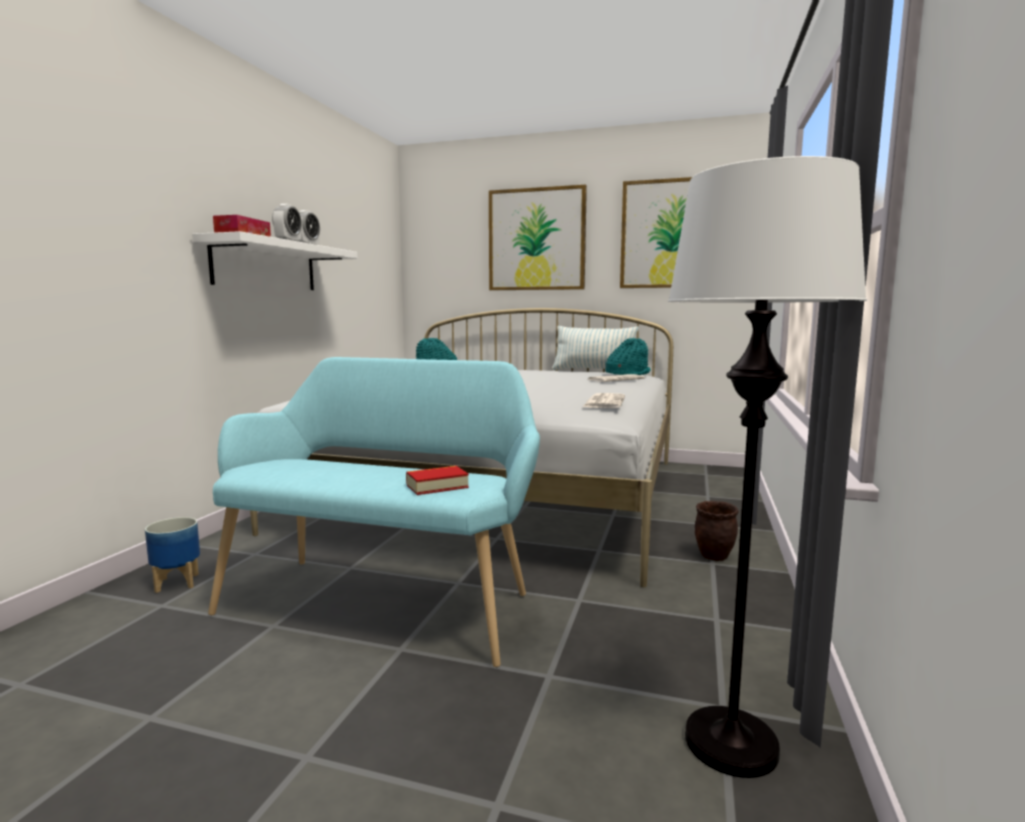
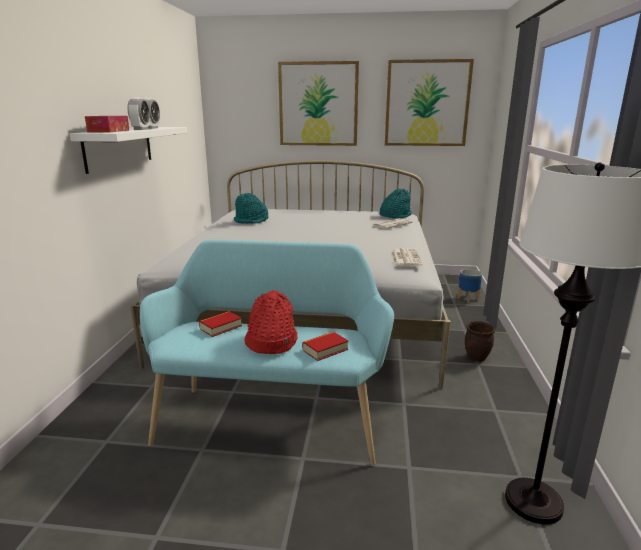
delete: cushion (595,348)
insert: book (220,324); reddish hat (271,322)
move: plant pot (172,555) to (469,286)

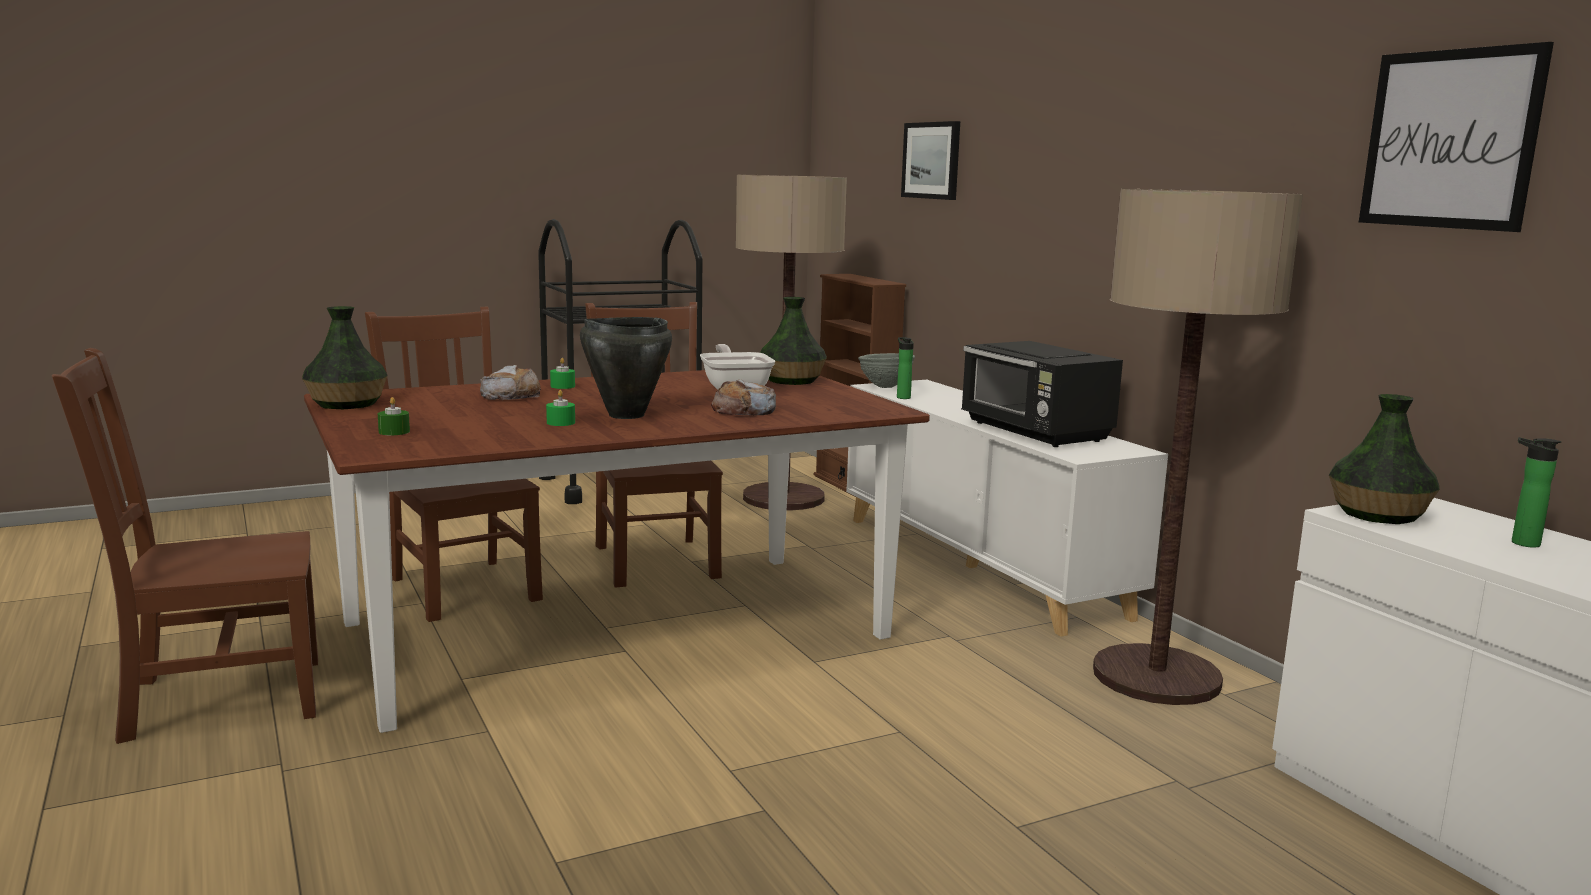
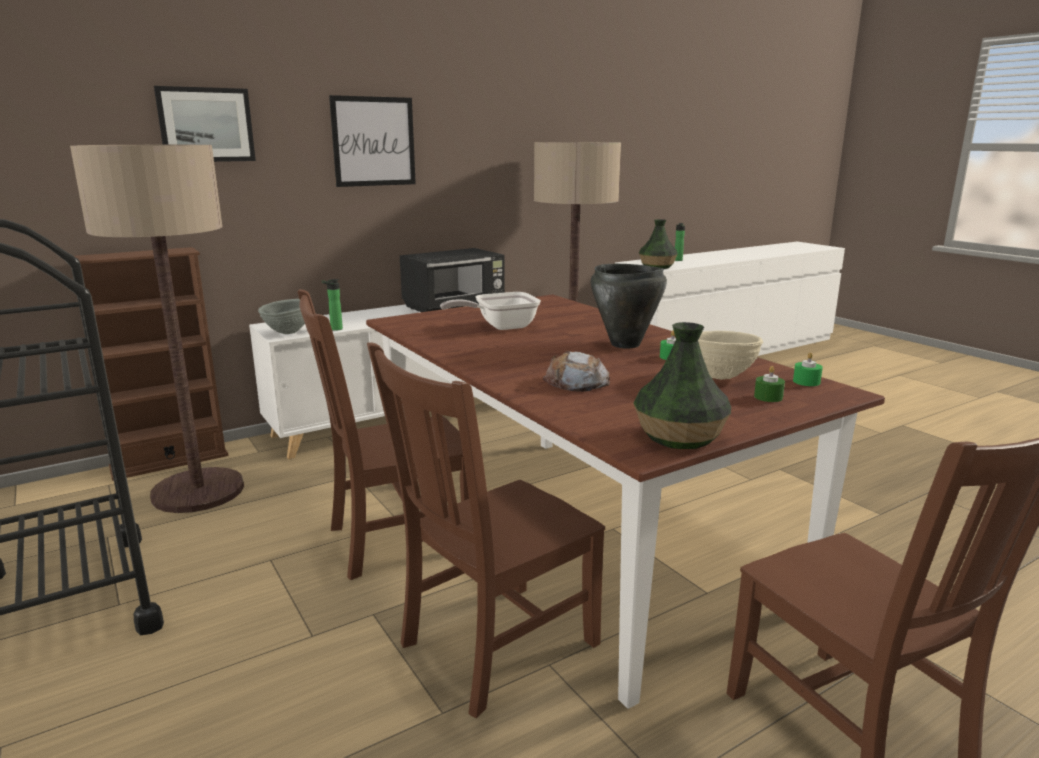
delete: bread (743,398); decorative vase (793,341)
insert: beige deep dish (730,355)
move: wall art (1456,137) to (372,141); greenish candle (562,373) to (808,369)

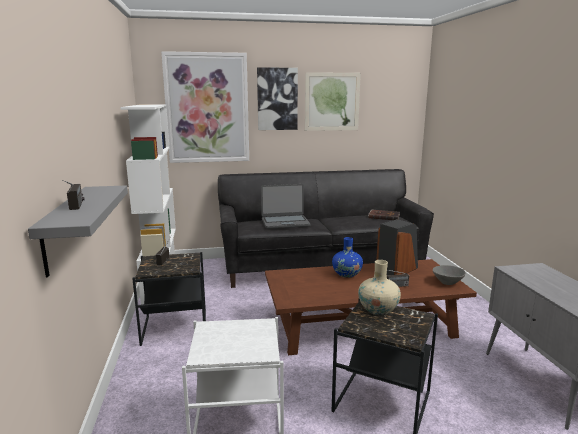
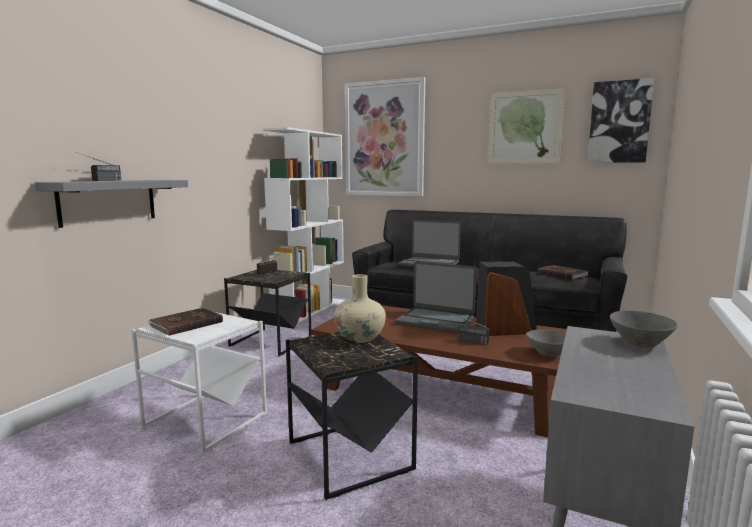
insert: brown book (185,322); grey deep dish (644,329)
move: wall art (277,98) to (620,120)
replace: blue-coloured decorative vase (347,257) to portable computer (436,297)

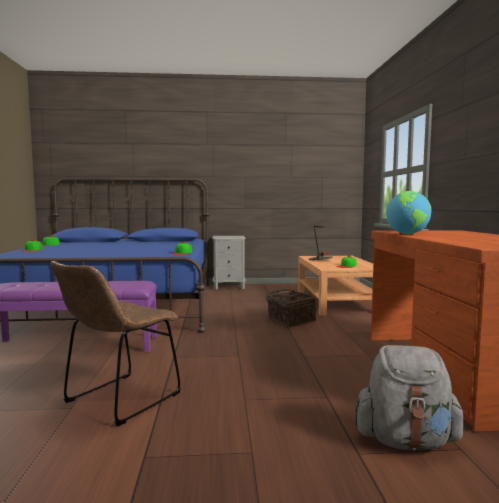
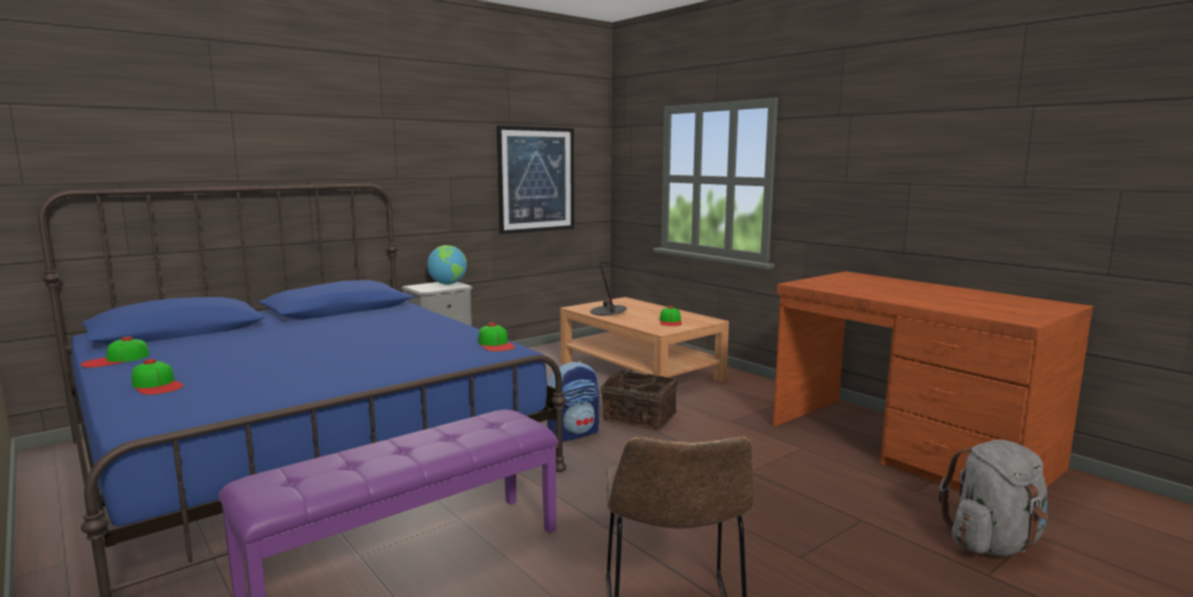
insert: wall art (535,180); rucksack (573,402)
move: globe (409,212) to (447,265)

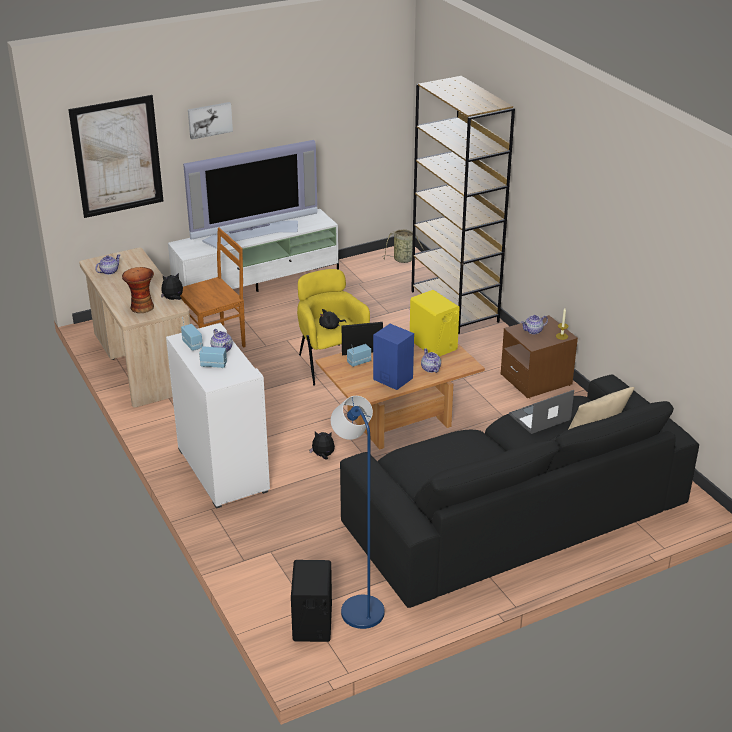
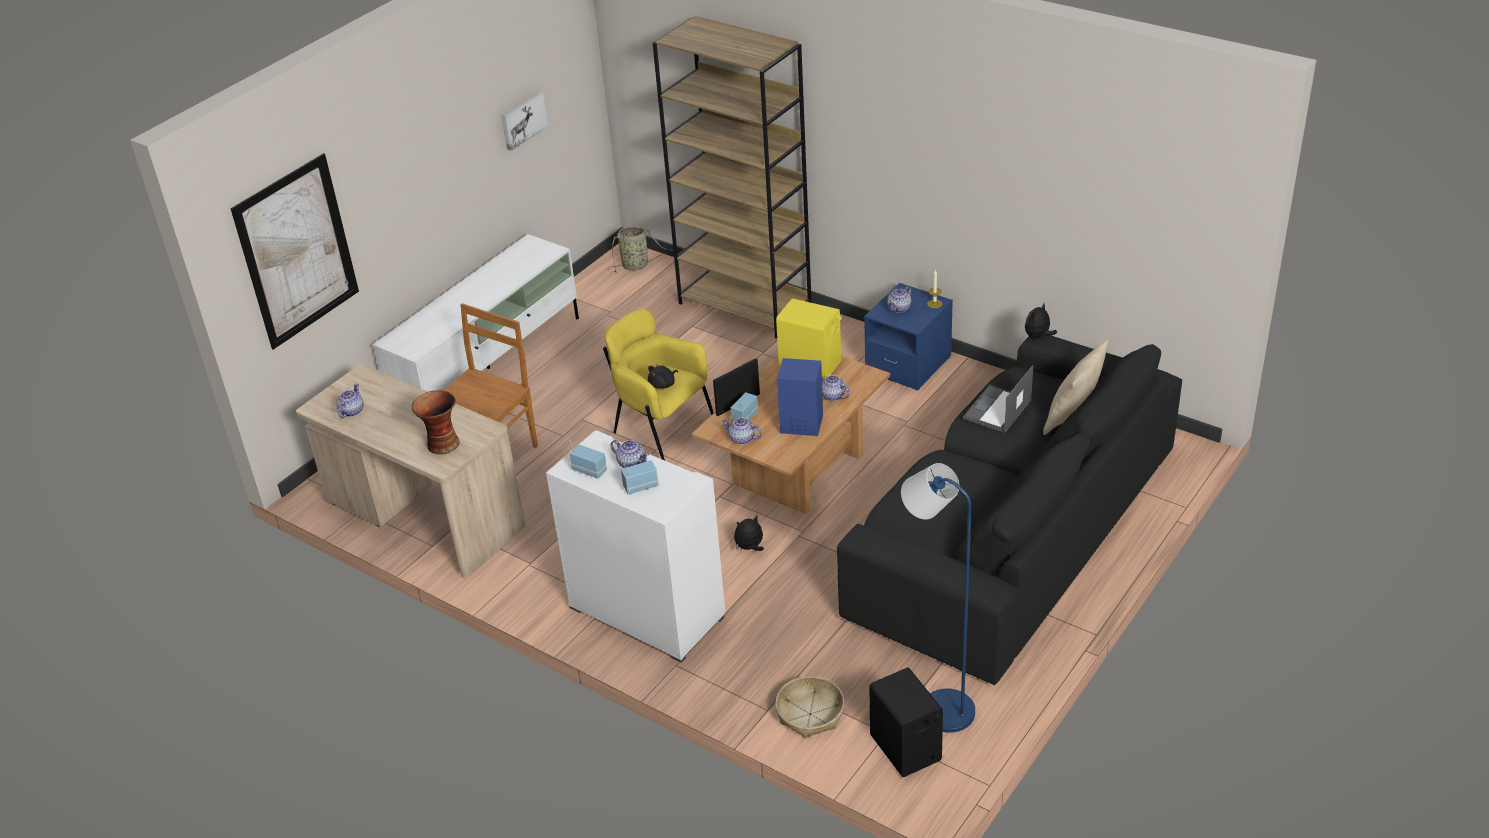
delete: TV (250,194)
insert: tea pot (741,431); storage basket (809,707)
move: wall art (210,121) to (524,121); plush toy (172,286) to (1041,320)
recolor: brown nightstand (539,357) to blue-coloured nightstand (908,336)

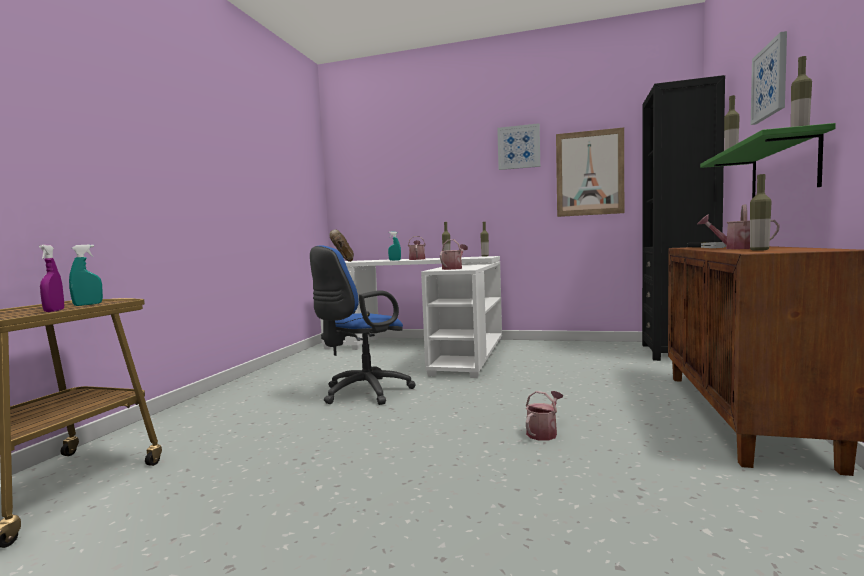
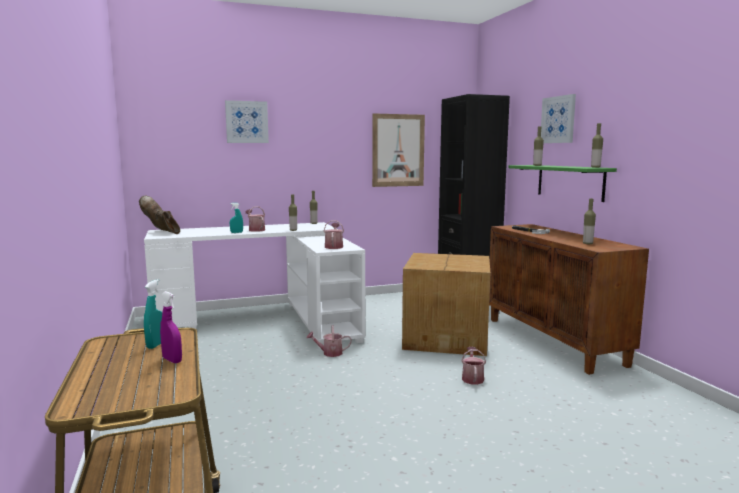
delete: blue-coloured computer chair (363,325)
insert: carton (446,304)
move: wall art (518,146) to (247,121); sprinkling can (738,226) to (329,341)

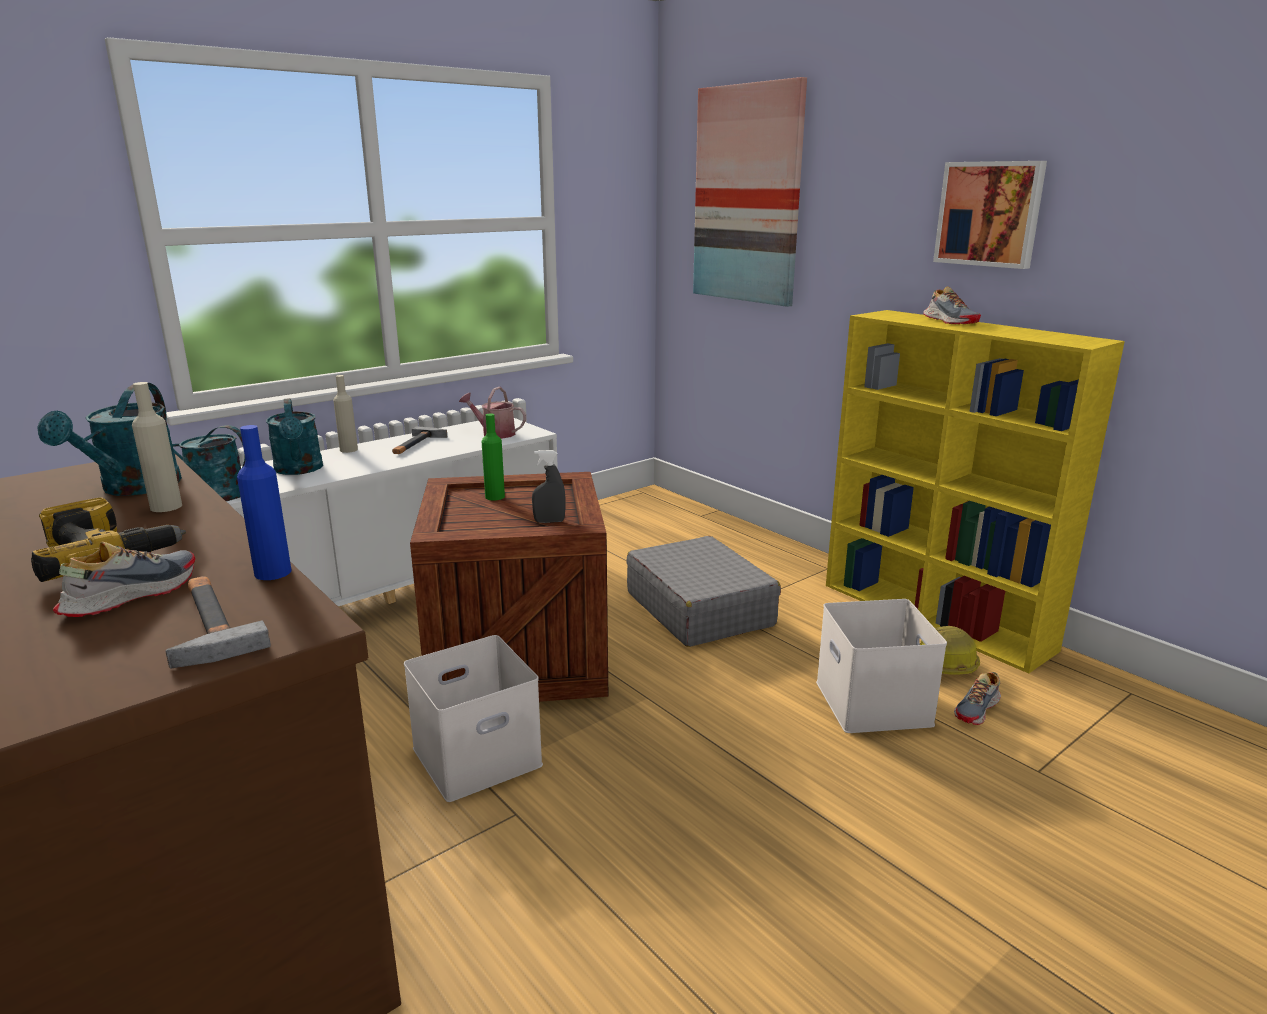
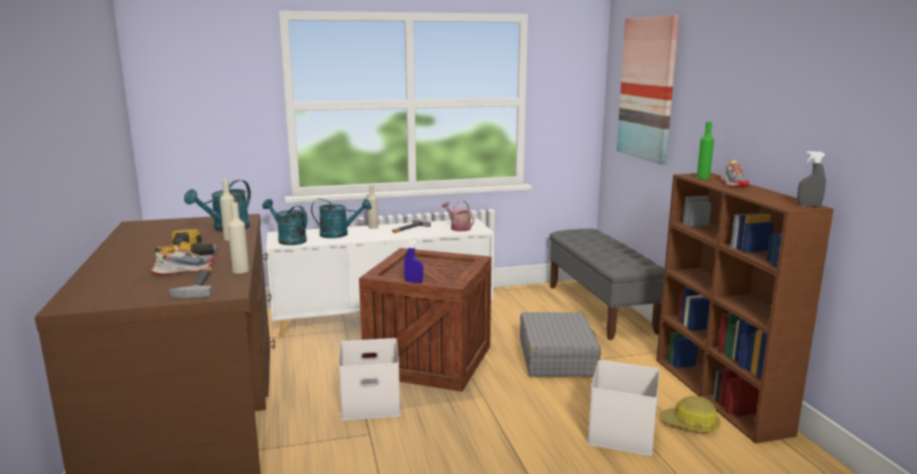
delete: wall art (990,215); shoe (977,698)
insert: blue-coloured spray bottle (413,261); grey bench (607,284)
move: greenish drink bottle (493,457) to (705,150); grey spray bottle (549,486) to (811,179)
recolor: blue-coloured drink bottle (264,502) to beige drink bottle (238,238); yellowish shelving unit (975,491) to brown shelving unit (745,308)
rotate: turquoise sprinkling can (294,436) = (341,218) 90 degrees counterclockwise

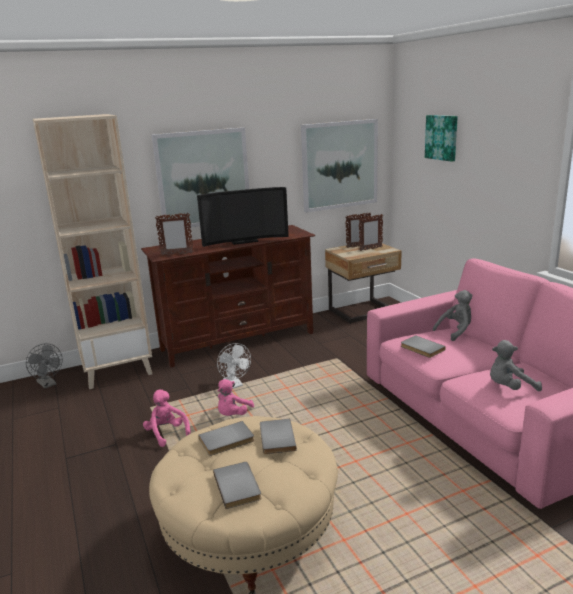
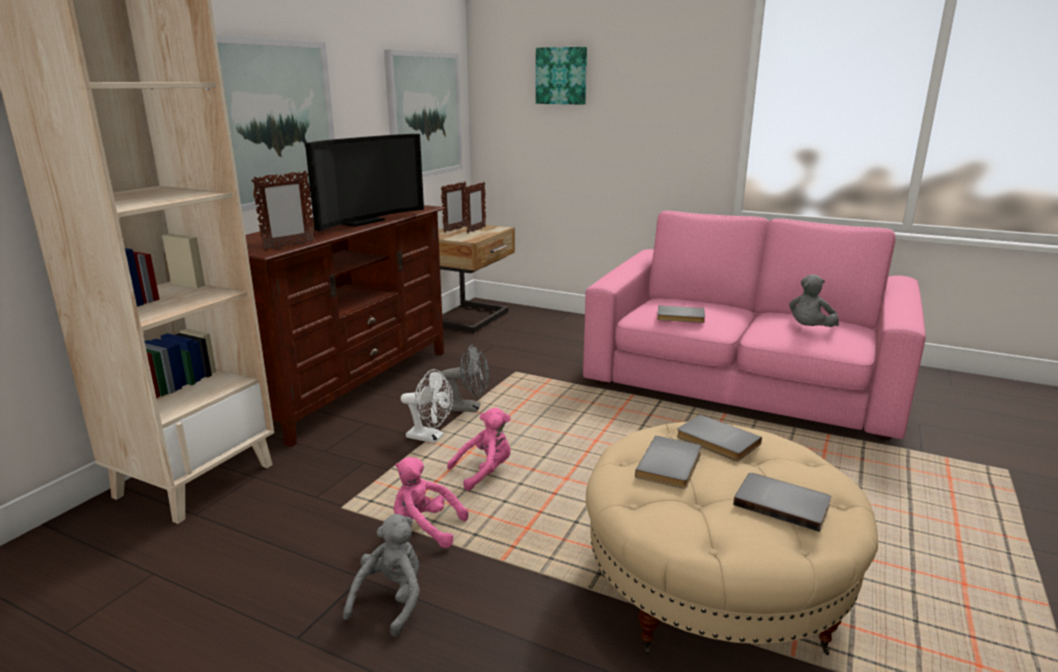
move: grey plush toy (452,315) to (381,575); grey fan (44,365) to (465,378)
rotate: pinkish plush toy (236,397) = (479,449) 105 degrees counterclockwise

